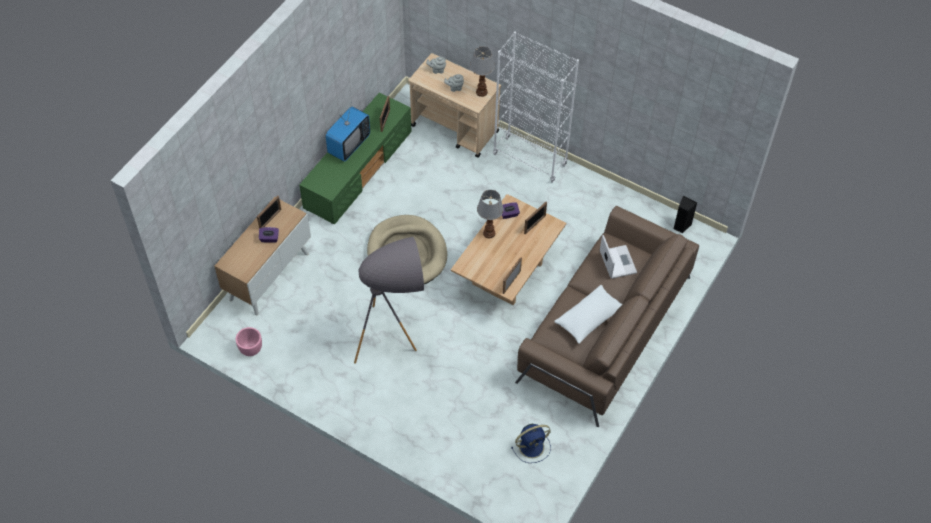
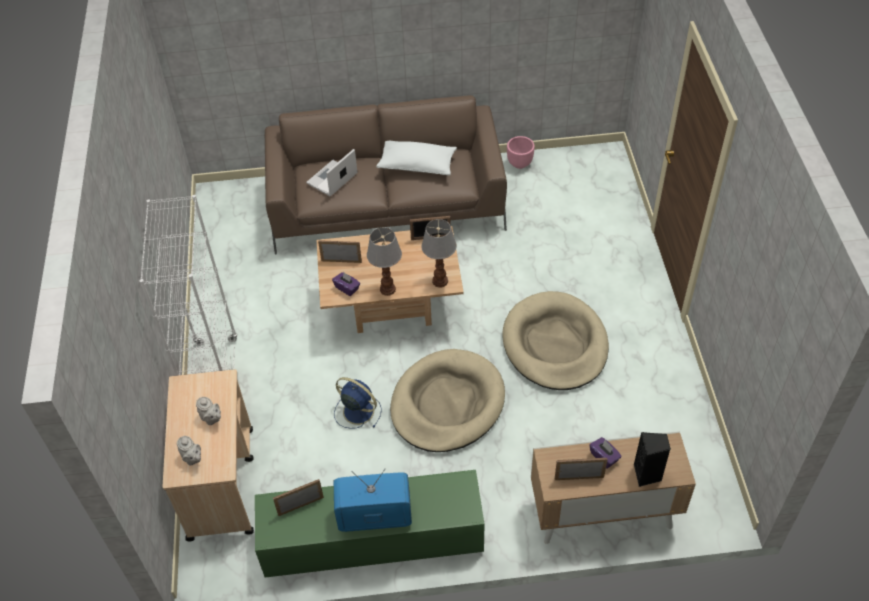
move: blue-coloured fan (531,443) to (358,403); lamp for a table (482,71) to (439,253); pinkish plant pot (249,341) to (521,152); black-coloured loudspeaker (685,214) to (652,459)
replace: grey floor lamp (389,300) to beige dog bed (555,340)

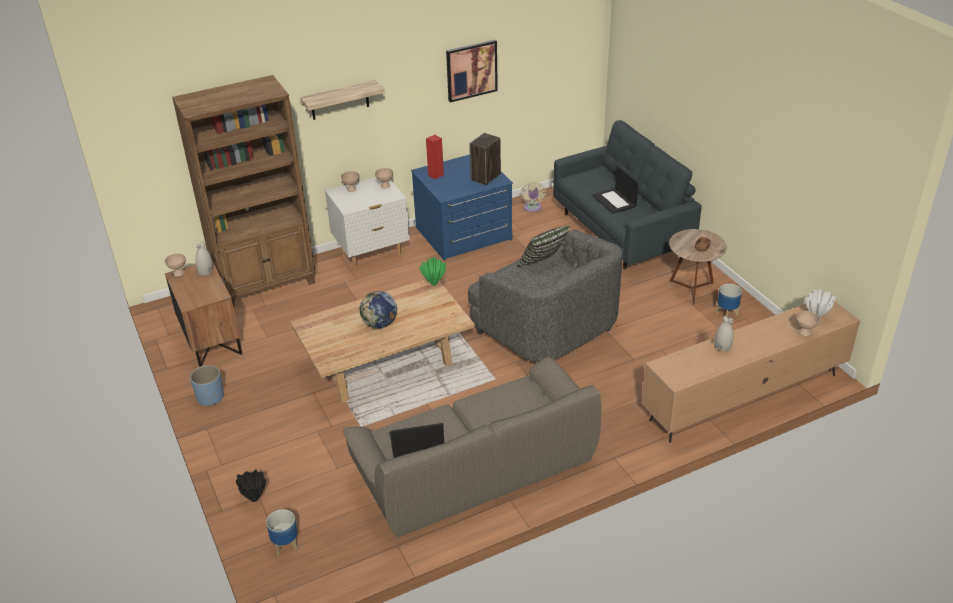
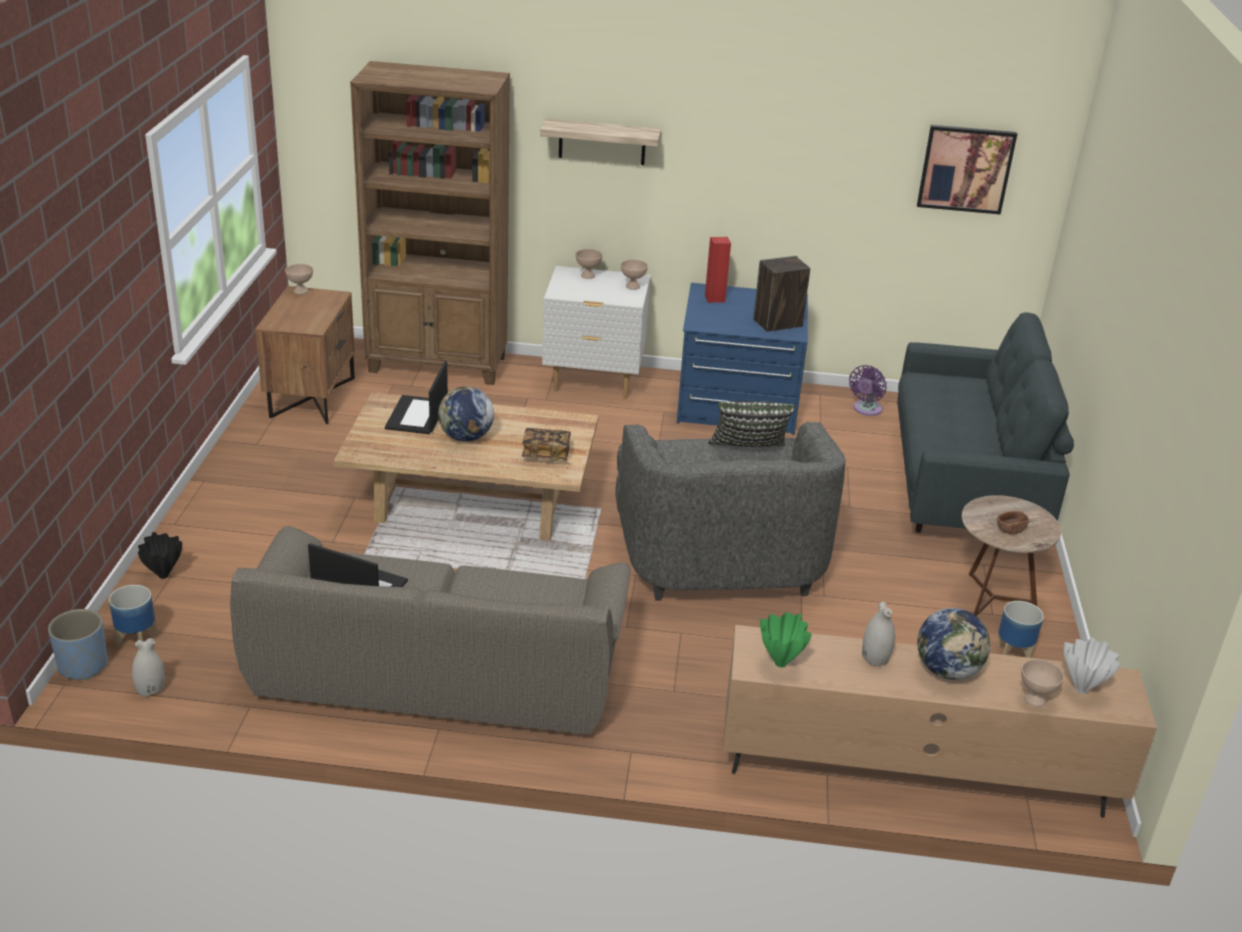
insert: book (546,445); globe (954,644)
move: blue-coloured plant pot (207,385) to (78,644); white decorative vase (204,259) to (148,667); portable computer (615,189) to (416,397); greenish decorative vase (433,271) to (786,640); wall art (472,71) to (967,170)
recolor: beige fan (533,197) to purple fan (868,390)

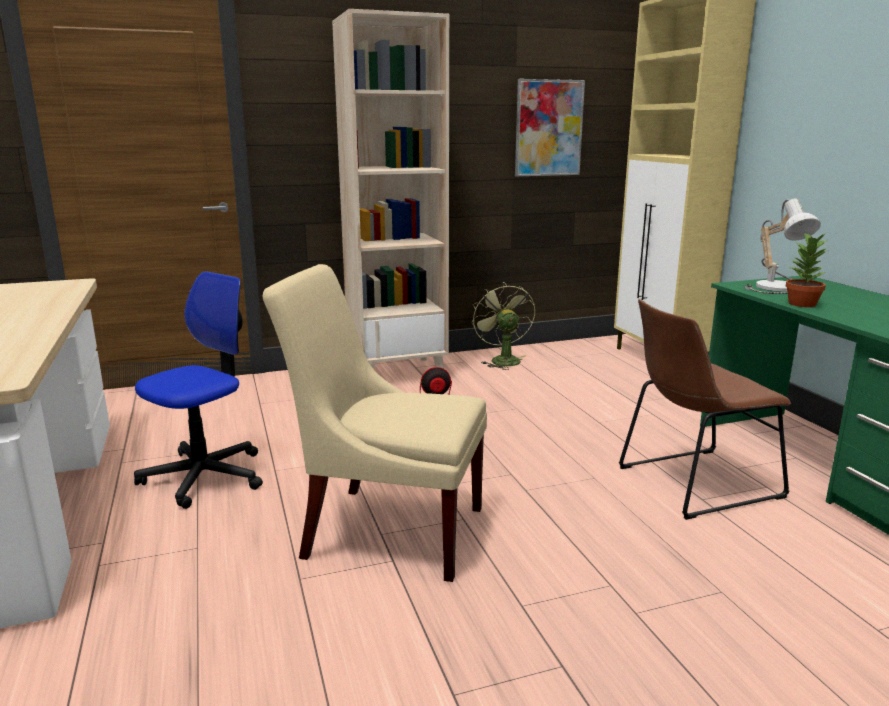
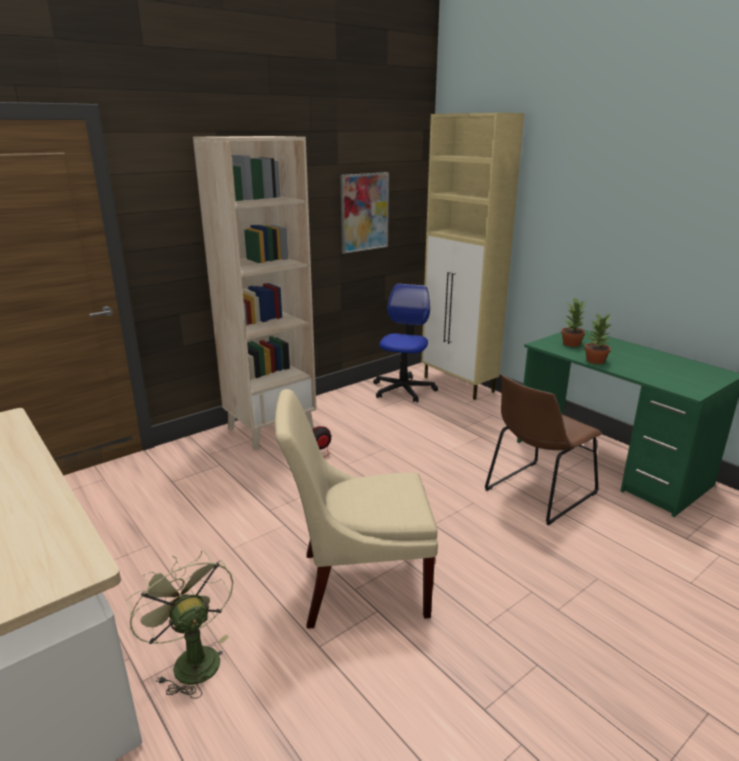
move: greenish fan (503,326) to (179,624); computer chair (198,390) to (405,343)
replace: lamp for a table (783,246) to plant in a pot (573,322)

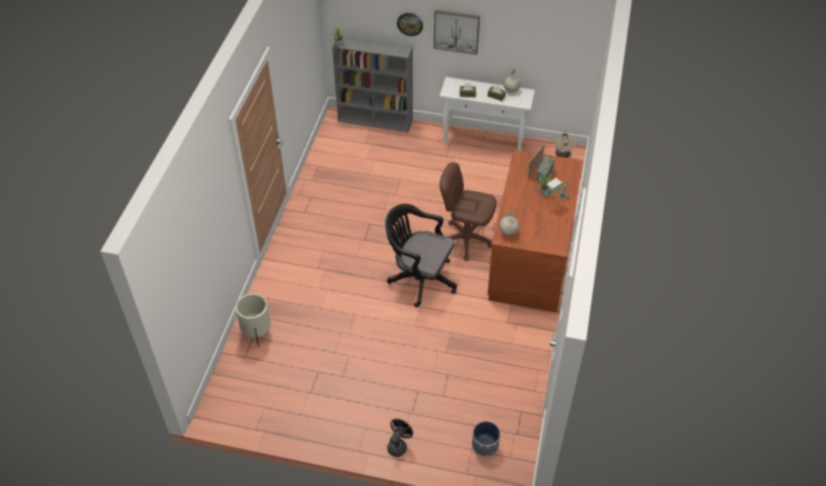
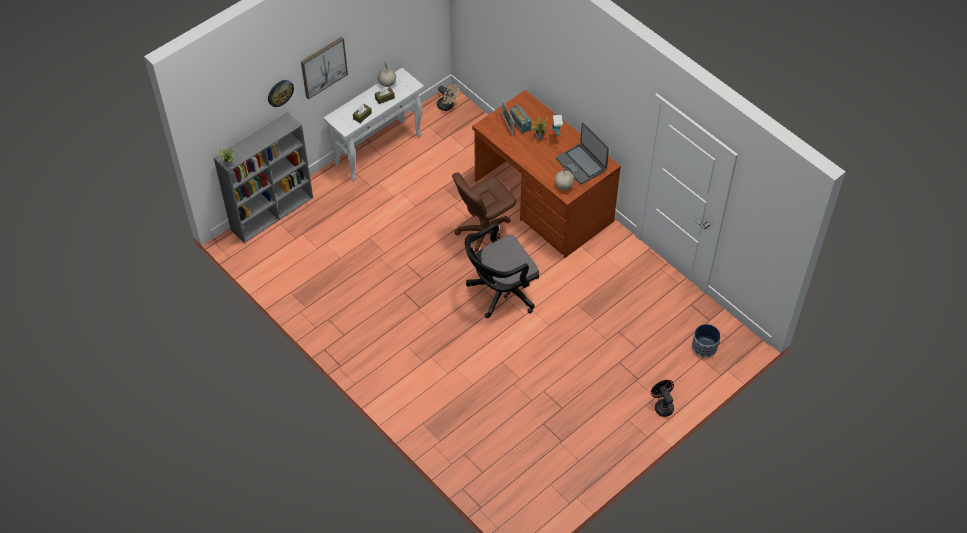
delete: beige plant pot (253,320)
insert: portable computer (582,153)

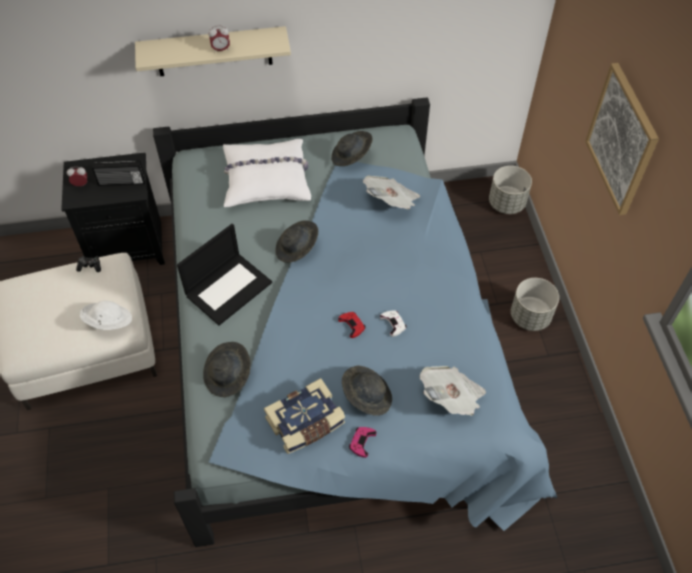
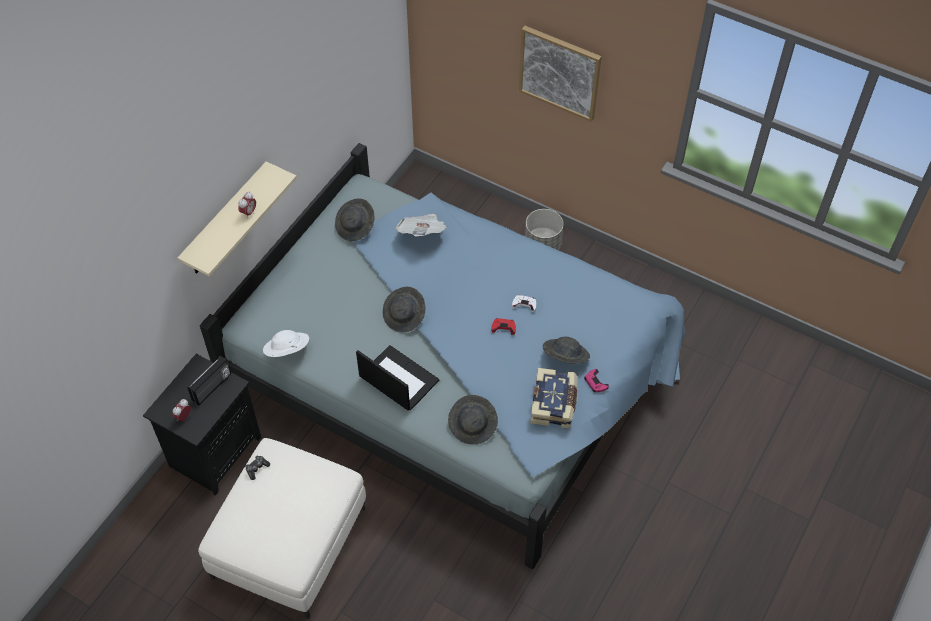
delete: white cushion (267,173); newspaper (453,390); grey plant pot (510,190)
move: white hat (106,315) to (286,343)
rotate: portable computer (224,275) = (397,378) 45 degrees counterclockwise

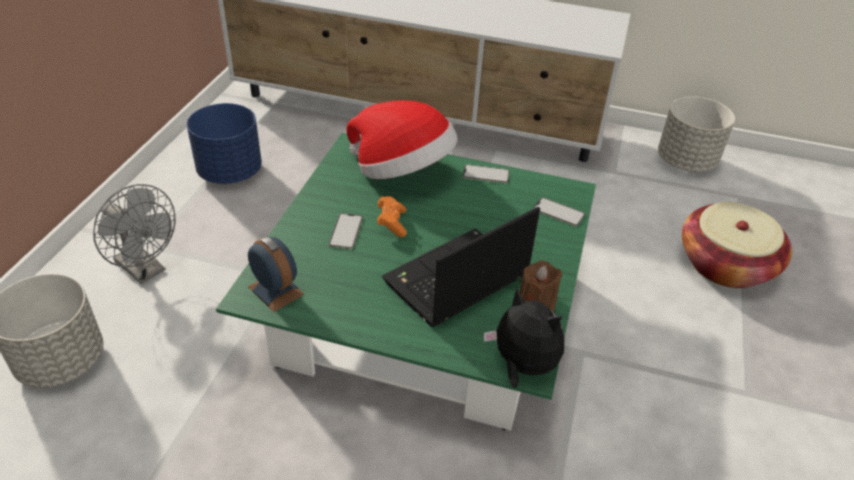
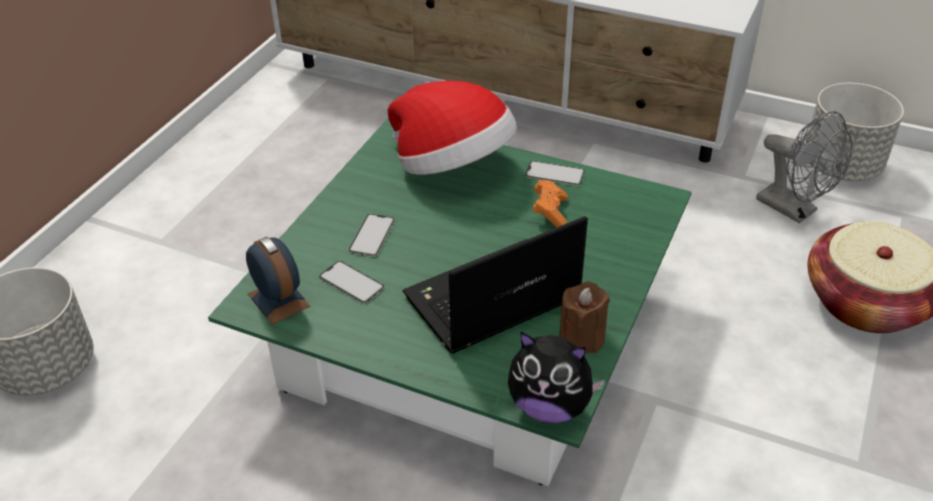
delete: blue-coloured plant pot (224,143)
move: telephone (559,211) to (351,282); orangey game controller (392,216) to (550,203); grey fan (134,234) to (804,167)
rotate: plush toy (524,338) = (556,377) 150 degrees clockwise

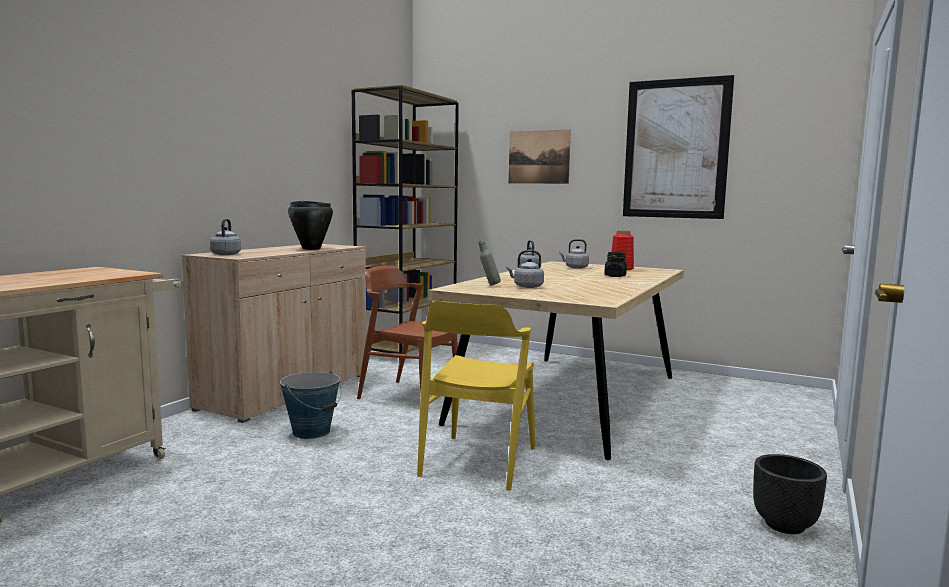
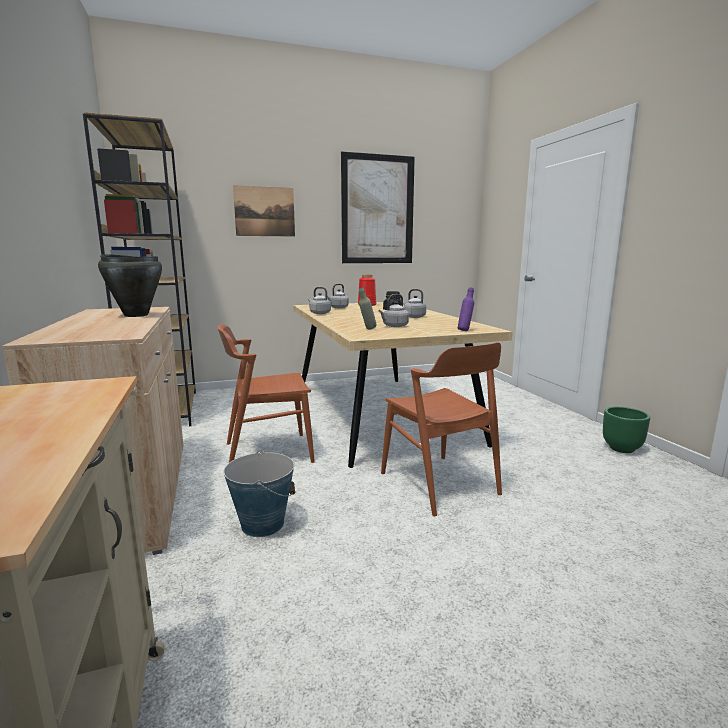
insert: purple drink bottle (466,309)
move: grey water kettle (225,237) to (414,303)
recolor: yellowish chair (476,396) to brown chair (441,429); black-coloured plant pot (790,494) to greenish plant pot (626,430)

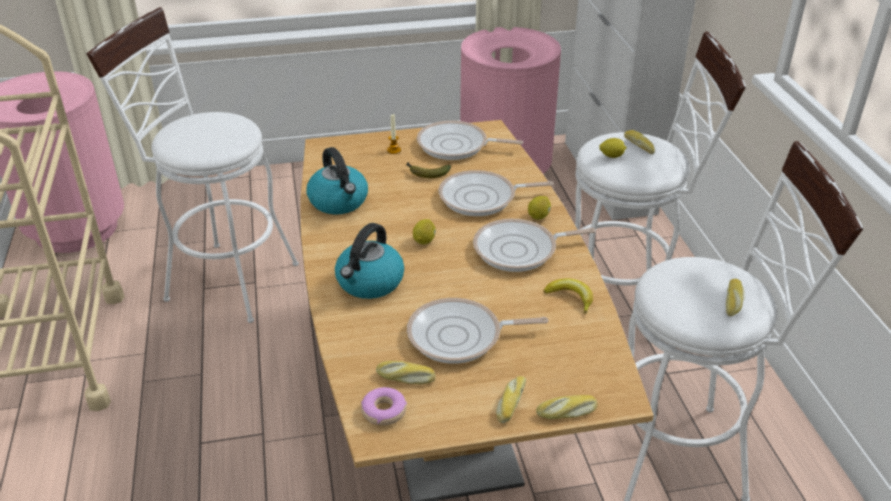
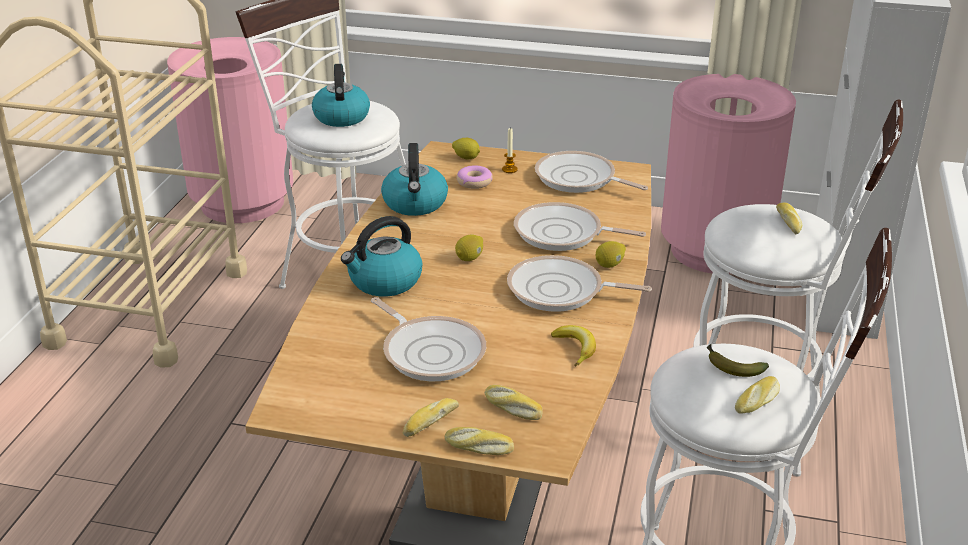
insert: water kettle (341,95)
move: citrus fruit (613,148) to (466,148); donut (384,406) to (474,177); bread (406,372) to (514,402); whole banana (428,170) to (738,360)
rotate: skillet (477,331) = (428,339) 150 degrees counterclockwise

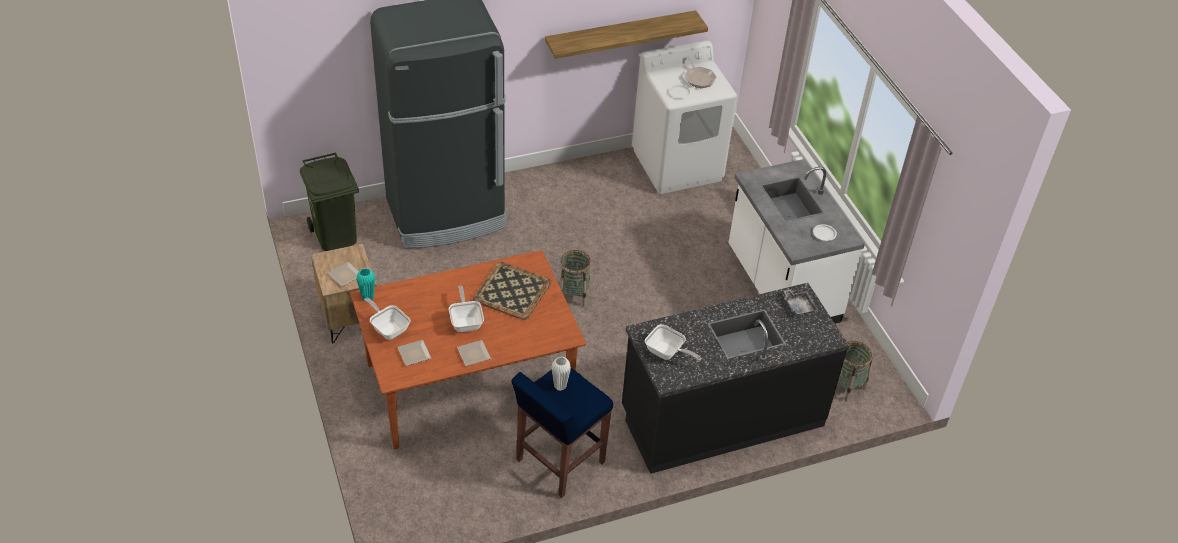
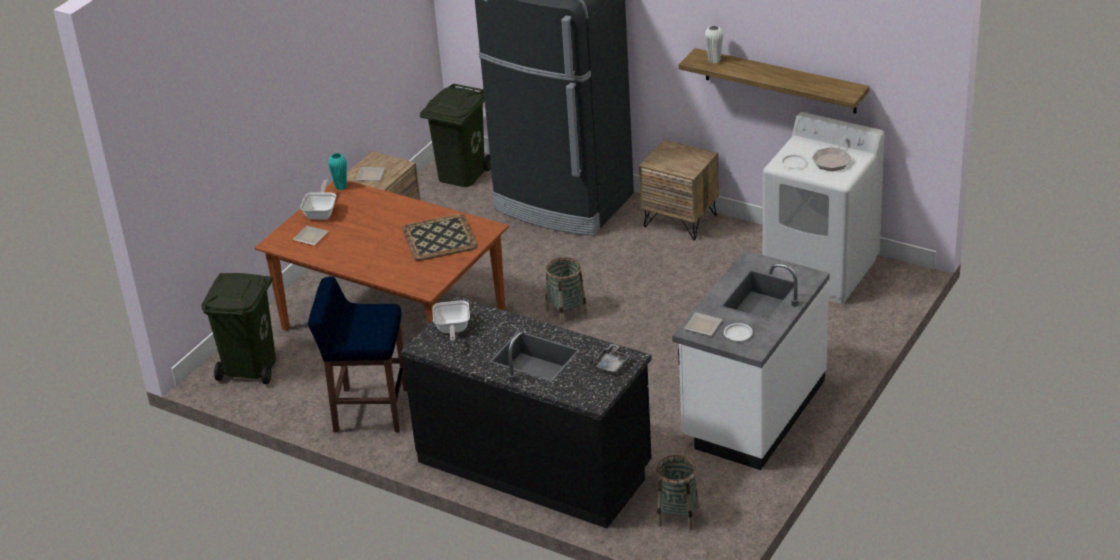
delete: skillet (466,308)
insert: greenish trash can (238,328); brown nightstand (679,190)
move: flat dish (474,353) to (703,324); white decorative vase (561,374) to (714,44)

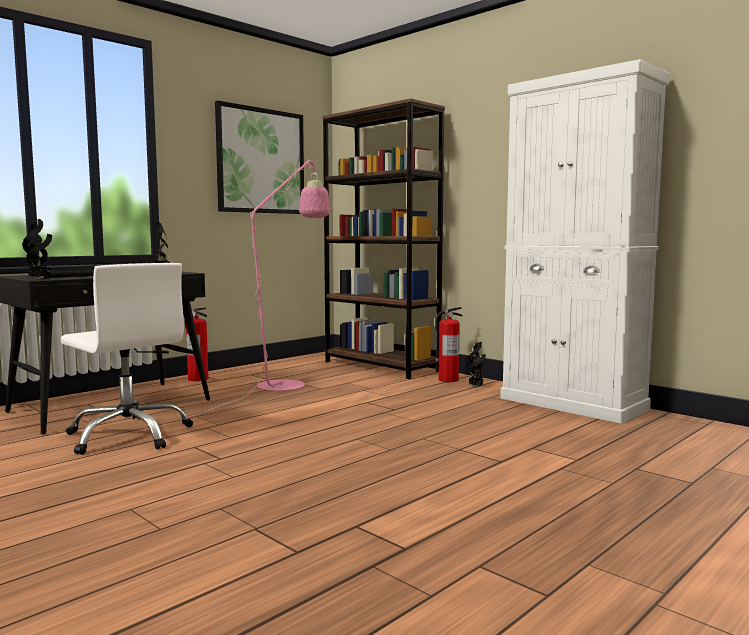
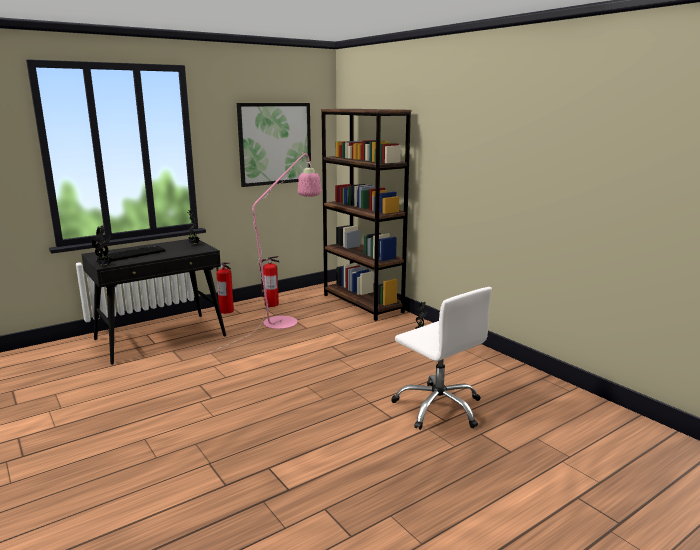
delete: white storage cabinet (585,241)
move: extinguisher (449,344) to (269,281); white computer chair (127,359) to (441,358)

